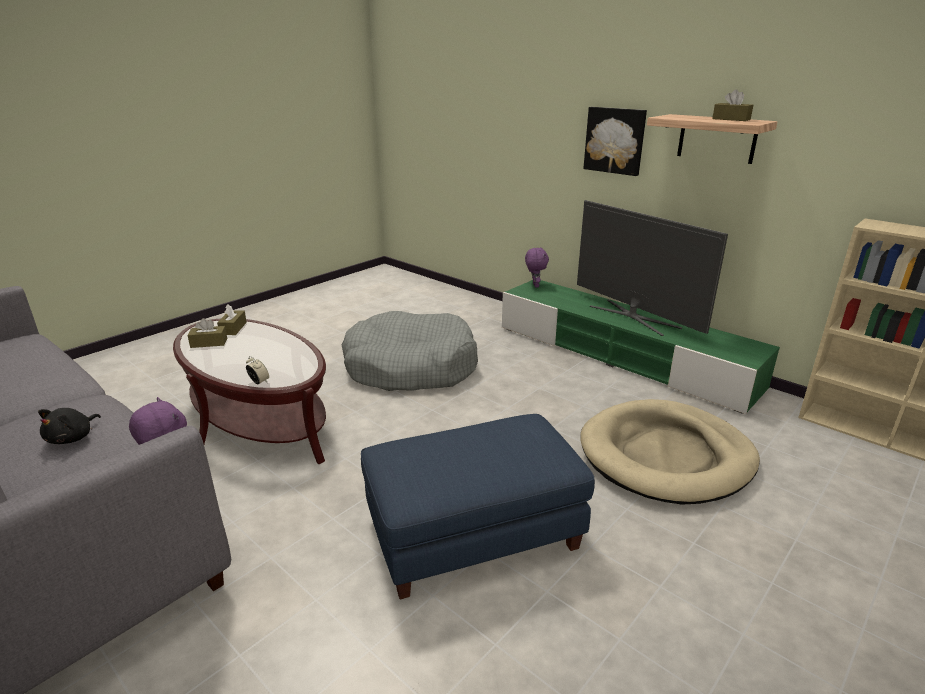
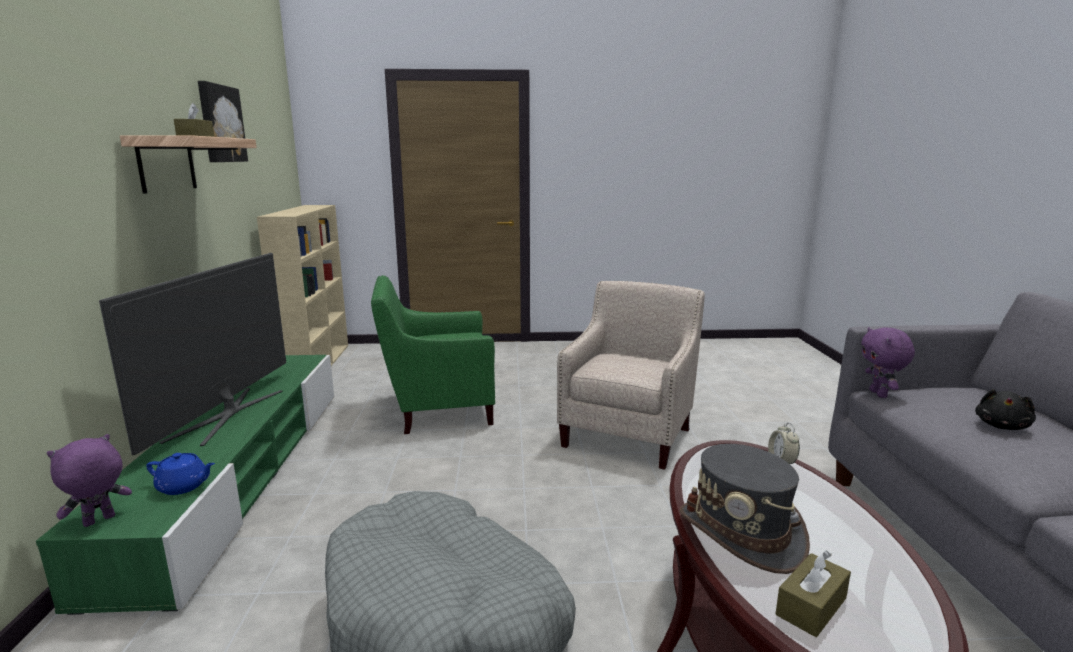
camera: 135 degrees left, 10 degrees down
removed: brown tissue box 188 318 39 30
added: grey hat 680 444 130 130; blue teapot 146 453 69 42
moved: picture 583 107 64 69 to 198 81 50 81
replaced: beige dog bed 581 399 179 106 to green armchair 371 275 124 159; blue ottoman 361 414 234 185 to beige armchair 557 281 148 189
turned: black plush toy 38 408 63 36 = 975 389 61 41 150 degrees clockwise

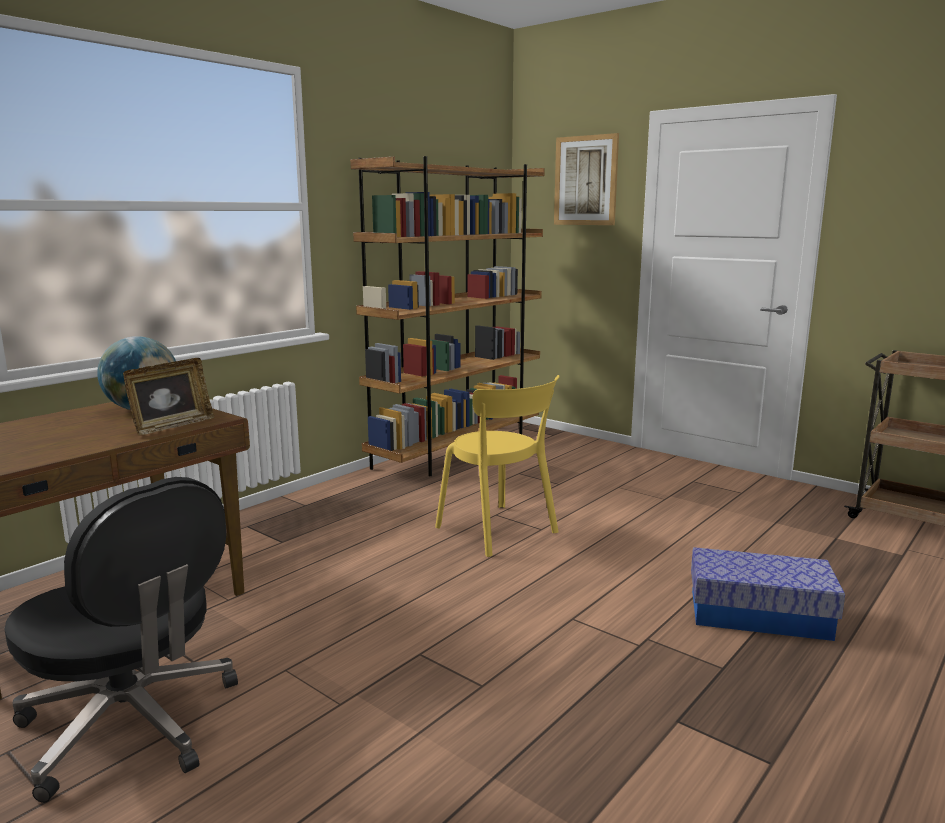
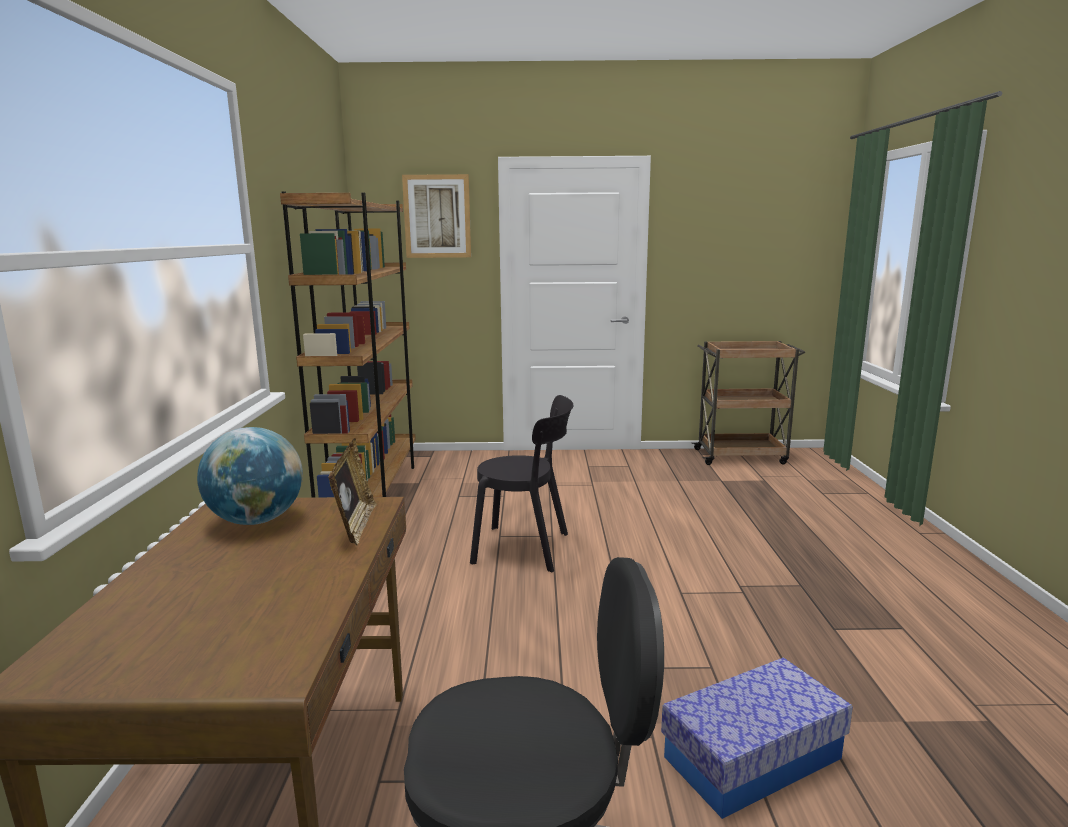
camera: 40 degrees left, 0 degrees up
moved: storage box 691 547 154 94 to 661 657 192 162
recoloured: yellow chair 435 375 125 182 to black chair 470 395 103 177

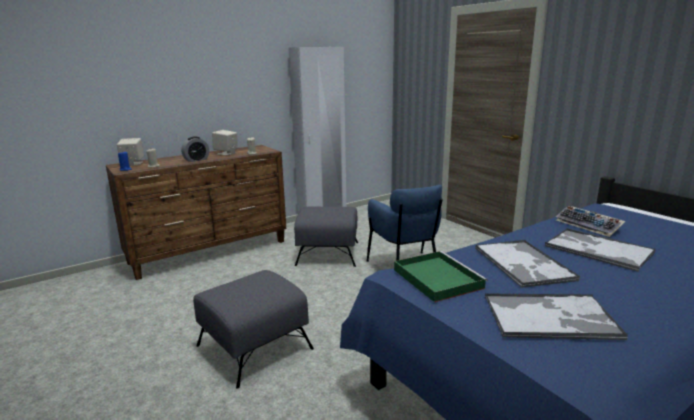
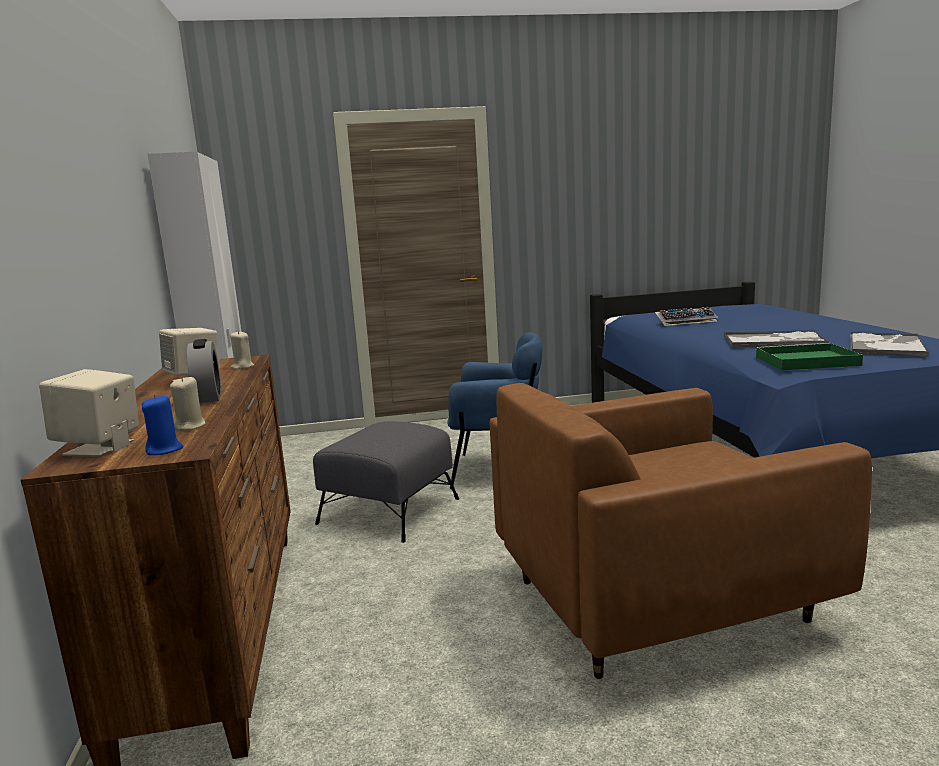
camera: 65 degrees left, 5 degrees down
removed: tray 545 228 111 44
replaced: grey ottoman 193 270 121 119 to brown armchair 490 383 382 296

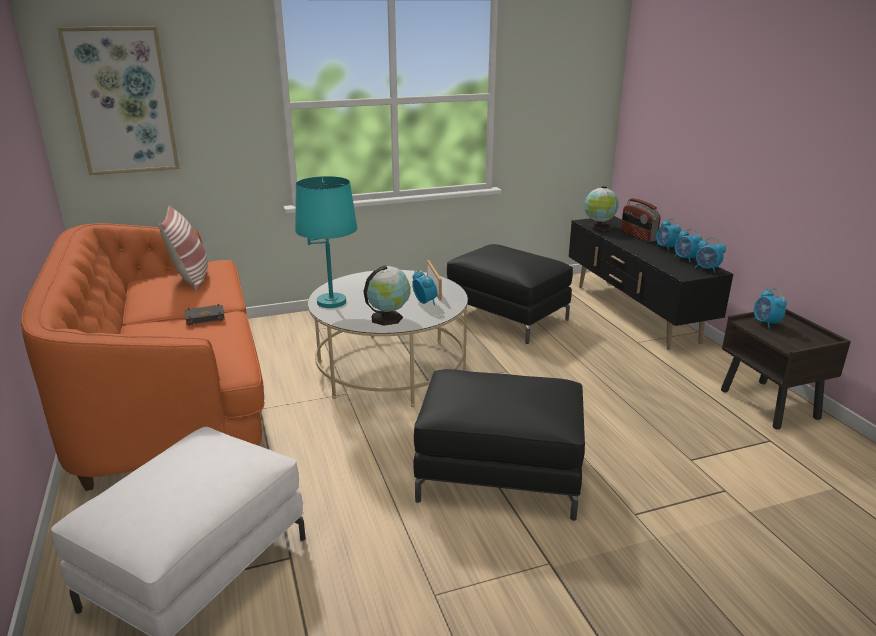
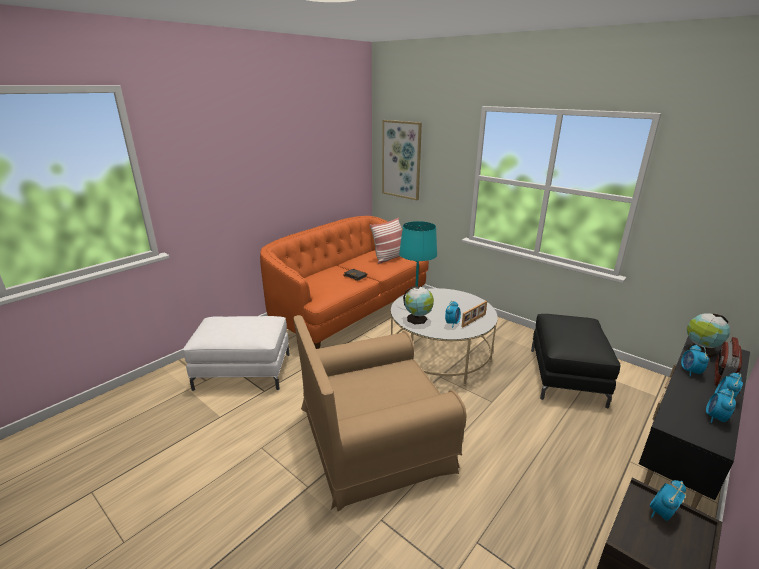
camera: 60 degrees right, 0 degrees up
moved: alarm clock 695 237 31 36 to 681 344 28 33
replaced: black ottoman 413 369 172 152 to brown armchair 293 315 173 196

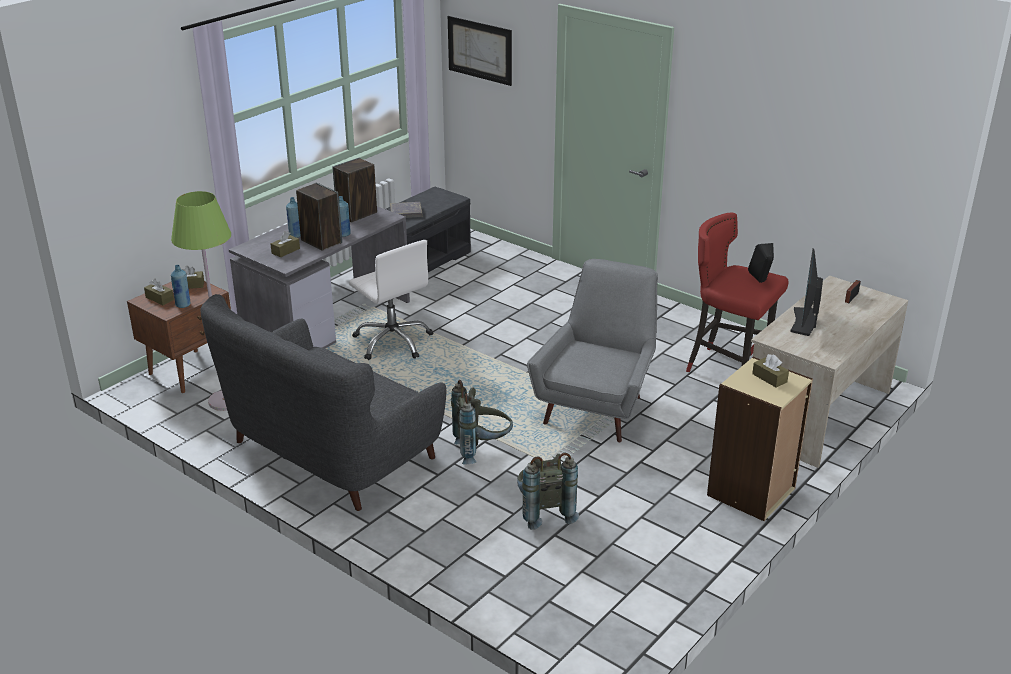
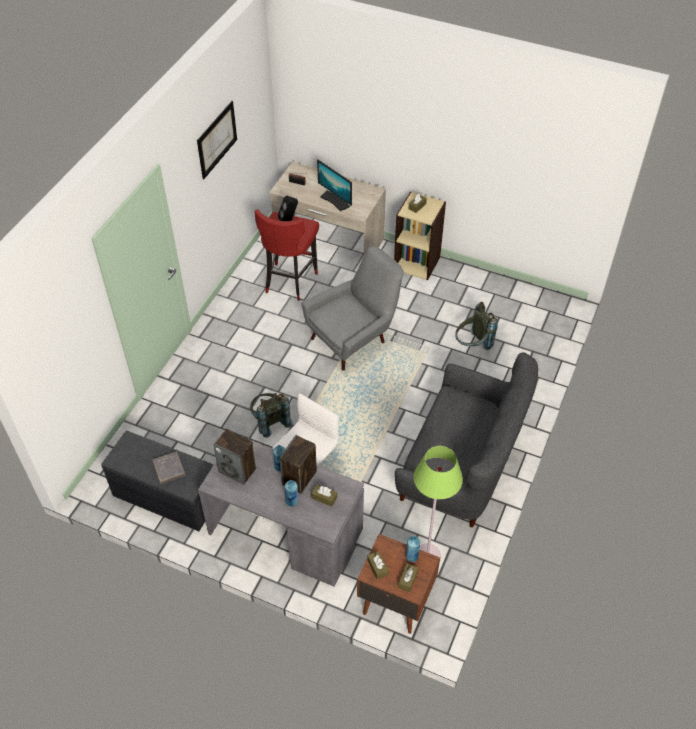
camera: 105 degrees left, 20 degrees up
moved: picture 448 16 64 70 to 197 101 40 79; grey backpack 451 380 62 84 to 250 393 43 45
turned: monitor 790 248 33 88 = 317 160 35 51 45 degrees clockwise; grey armchair 527 259 131 183 = 301 246 103 125 135 degrees clockwise

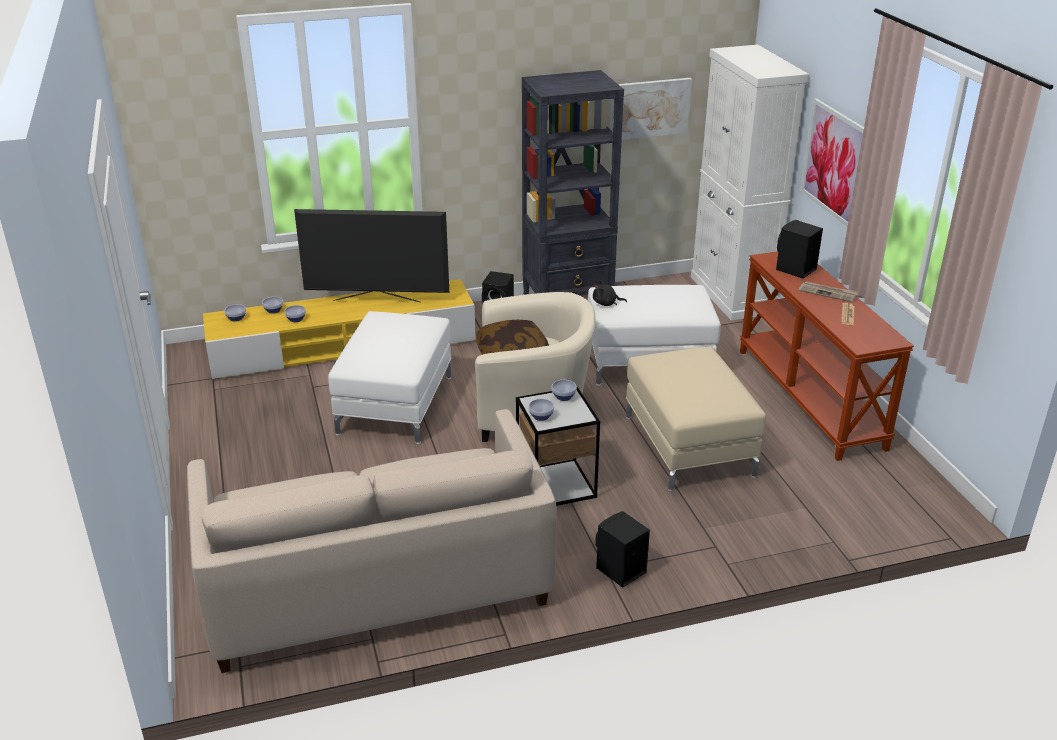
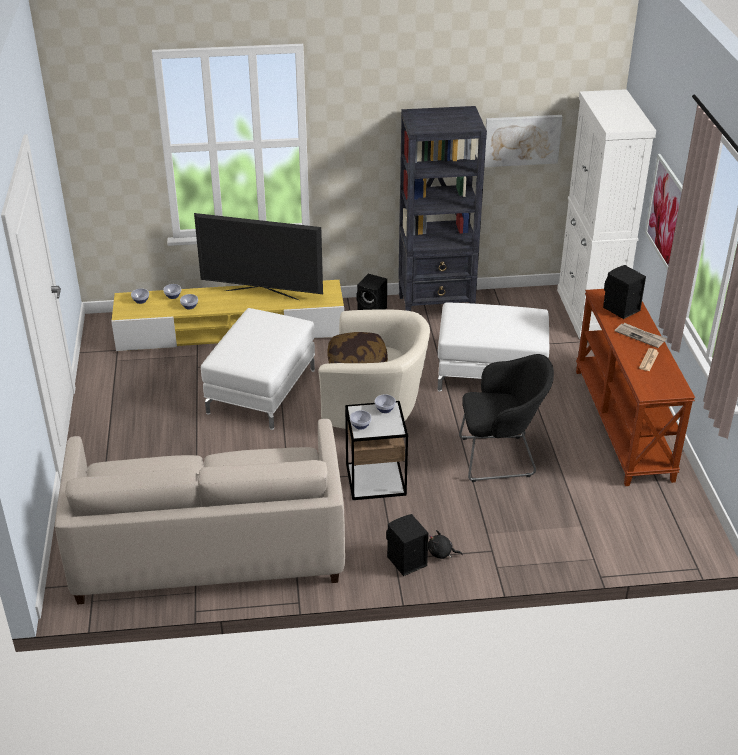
camera: 10 degrees right, 5 degrees up
moved: black plush toy 593 280 34 26 to 428 530 35 29
replaced: beige ottoman 626 347 140 144 to black armchair 459 354 95 128

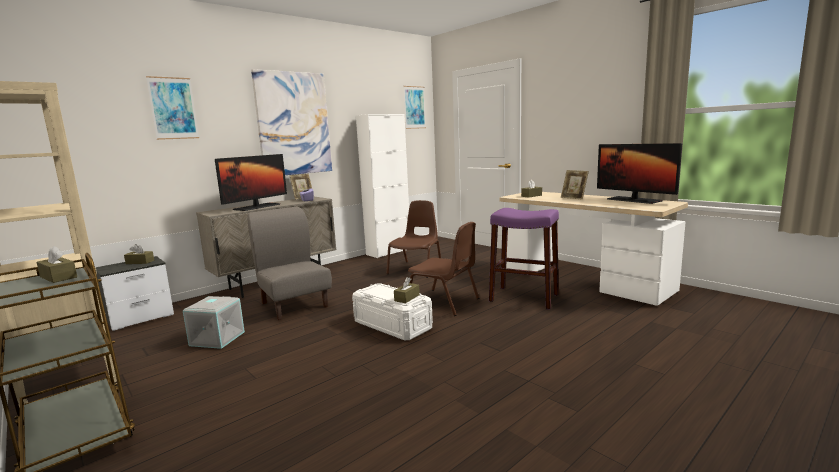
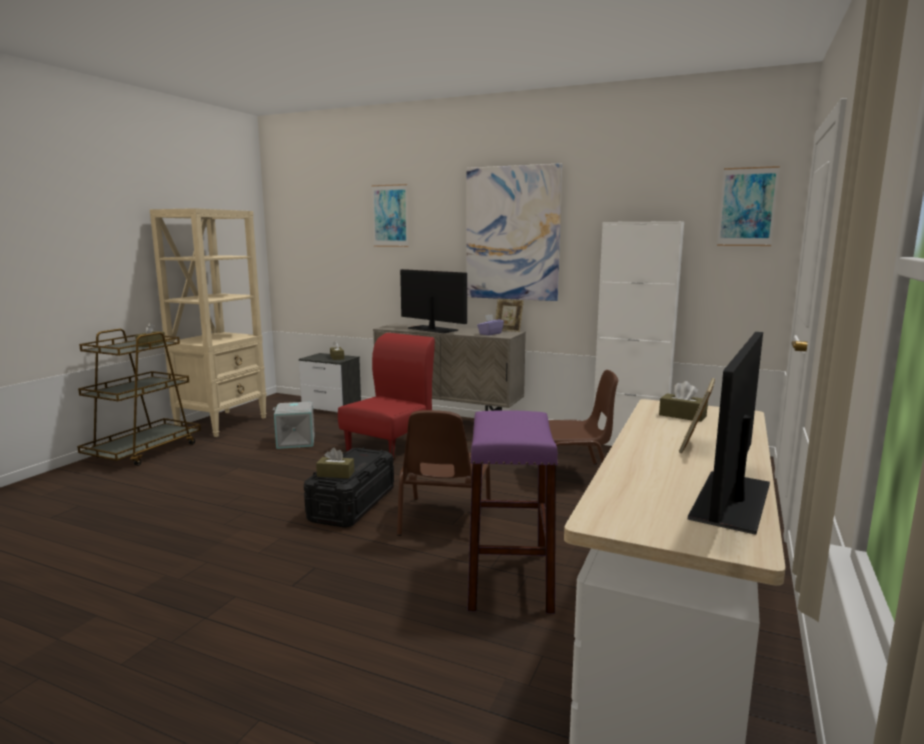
camera: 65 degrees right, 0 degrees up
recoloured: grey chair 248 207 84 113 to red chair 338 333 97 127; white storage box 352 283 81 58 to black storage box 304 448 90 80
turned: monitor 215 154 72 57 = 400 269 67 64 150 degrees counterclockwise

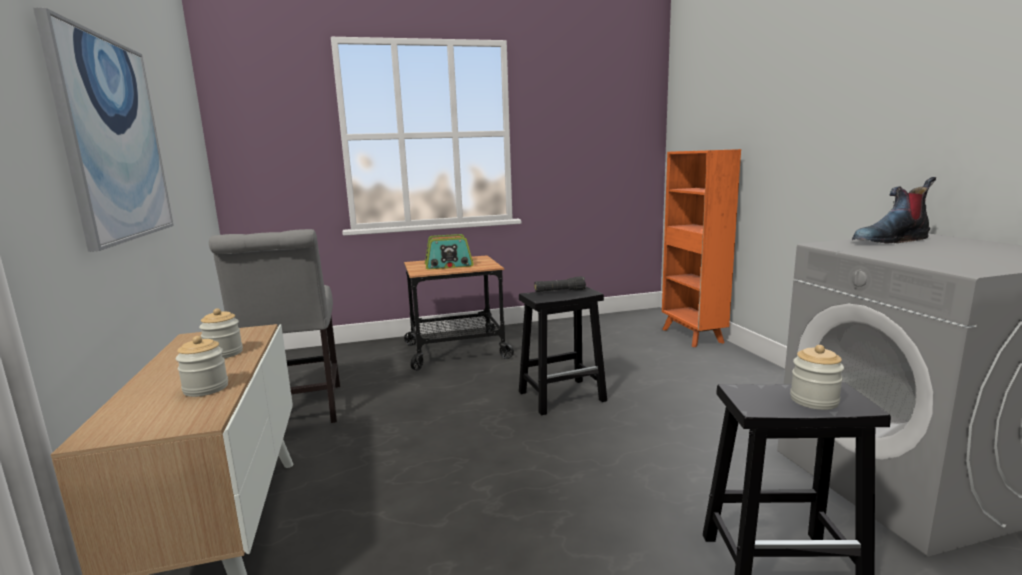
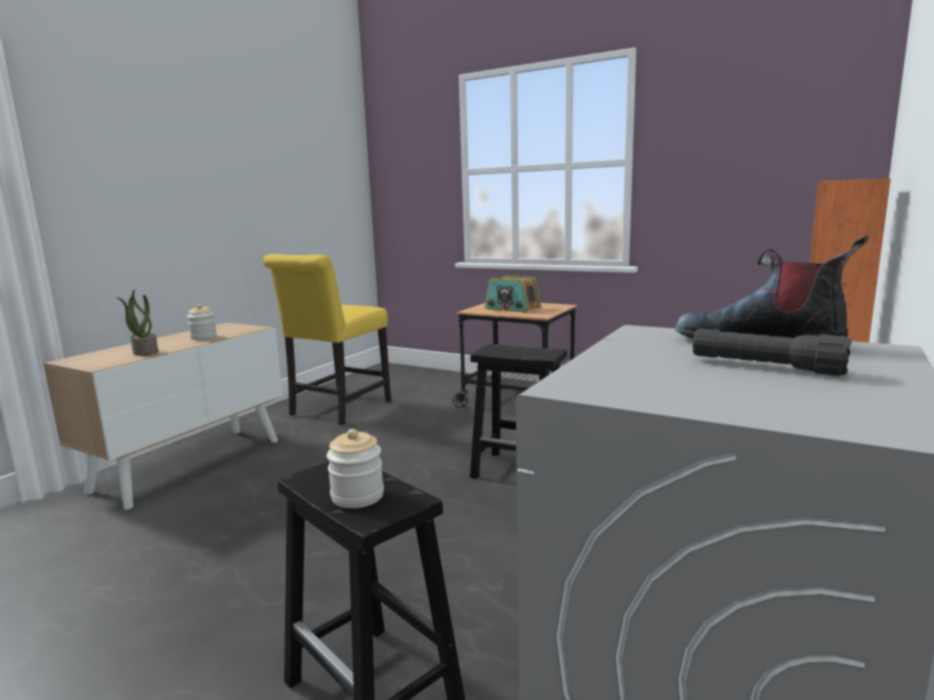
camera: 45 degrees right, 0 degrees up
removed: picture 33 7 141 245
moved: black flashlight 534 276 52 16 to 693 329 159 47
replaced: jar 176 336 52 61 to potted plant 117 290 41 66
recoloured: grey chair 209 229 131 194 to yellow chair 263 254 128 171

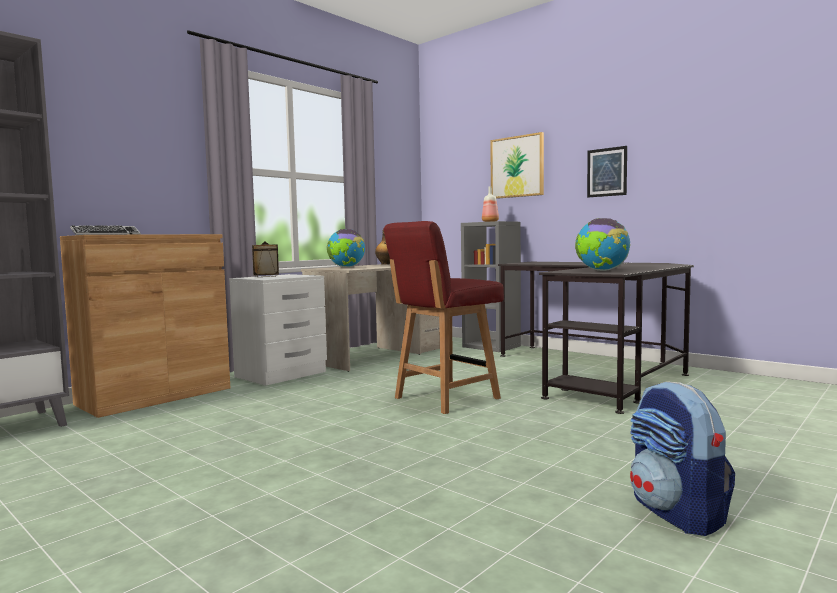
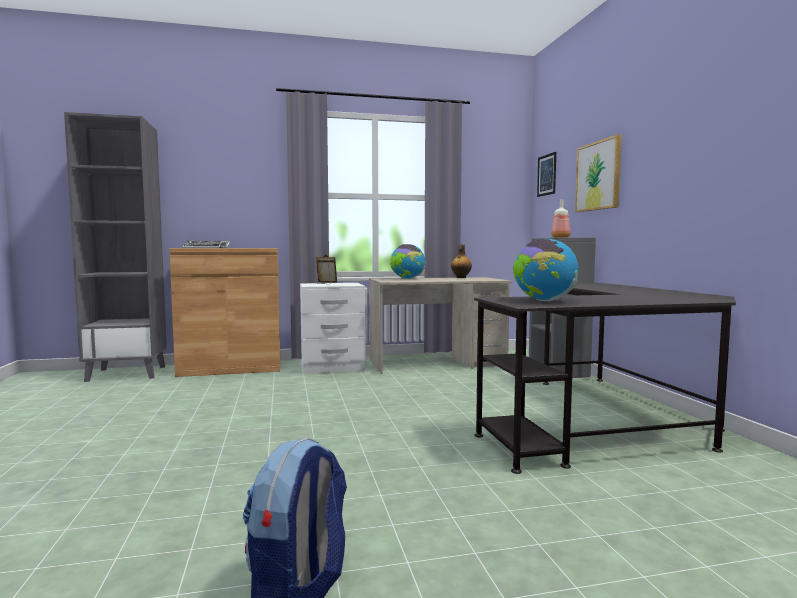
camera: 35 degrees right, 0 degrees up
removed: red chair 384 221 120 193
moved: picture 587 146 40 52 to 537 152 19 45

